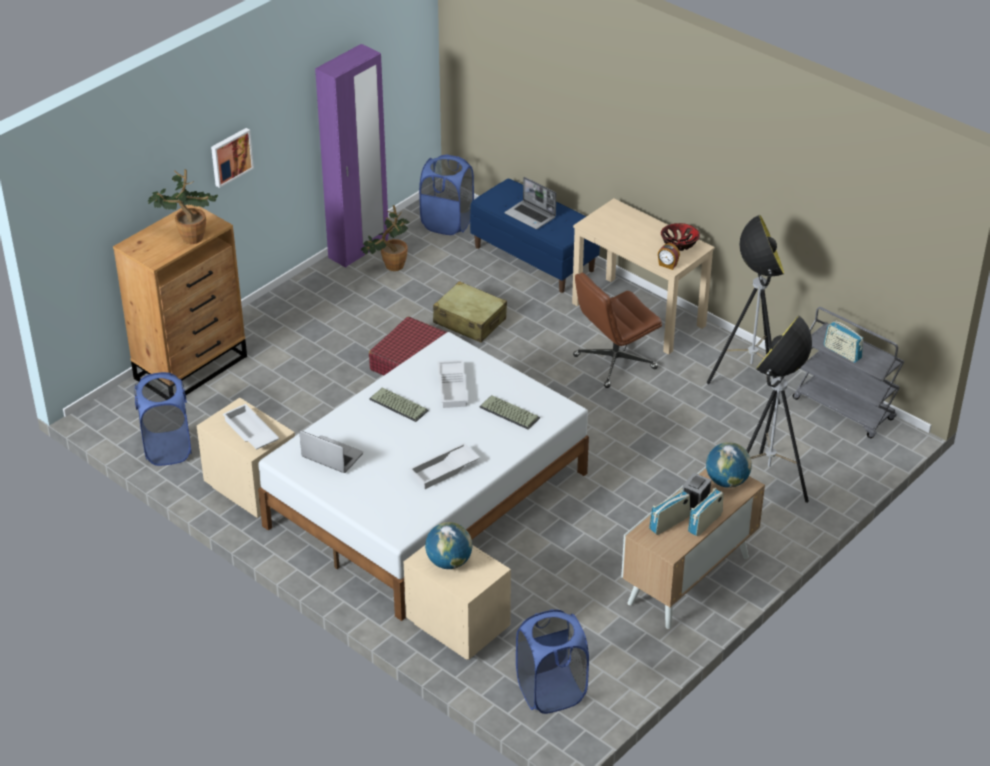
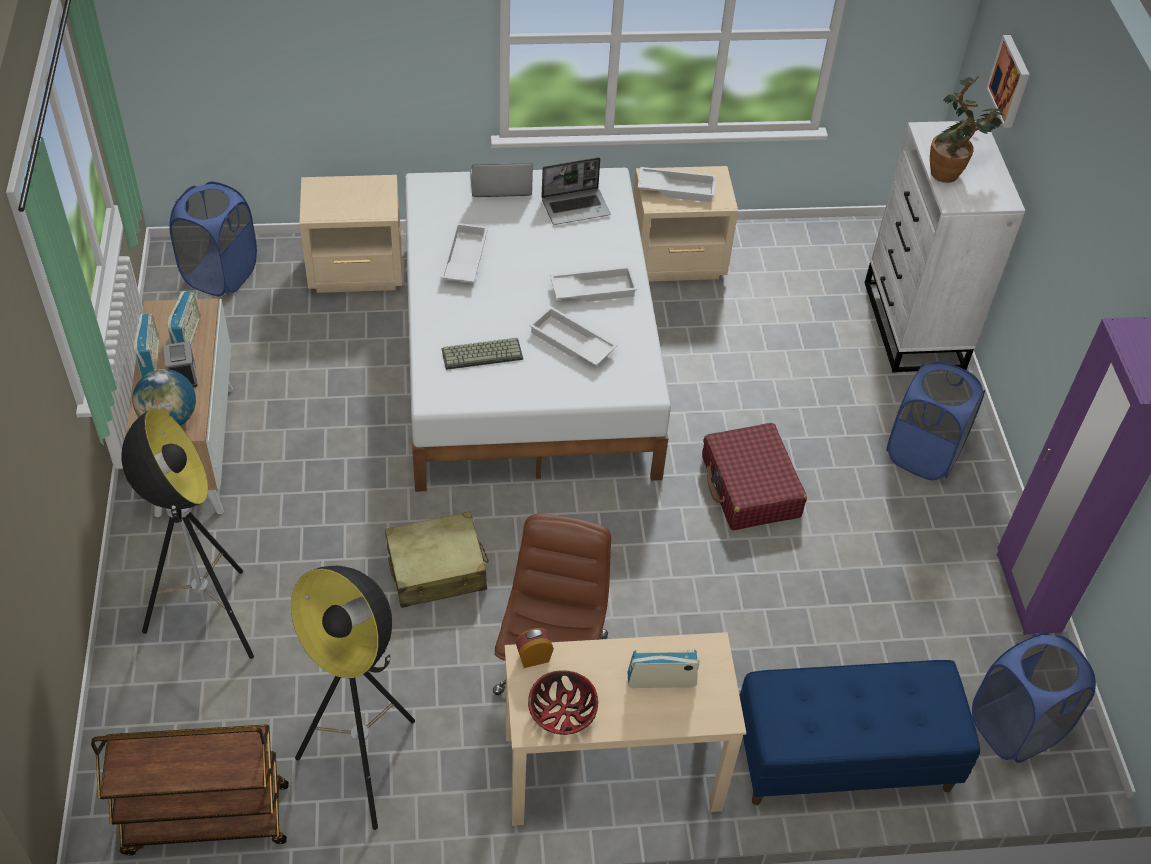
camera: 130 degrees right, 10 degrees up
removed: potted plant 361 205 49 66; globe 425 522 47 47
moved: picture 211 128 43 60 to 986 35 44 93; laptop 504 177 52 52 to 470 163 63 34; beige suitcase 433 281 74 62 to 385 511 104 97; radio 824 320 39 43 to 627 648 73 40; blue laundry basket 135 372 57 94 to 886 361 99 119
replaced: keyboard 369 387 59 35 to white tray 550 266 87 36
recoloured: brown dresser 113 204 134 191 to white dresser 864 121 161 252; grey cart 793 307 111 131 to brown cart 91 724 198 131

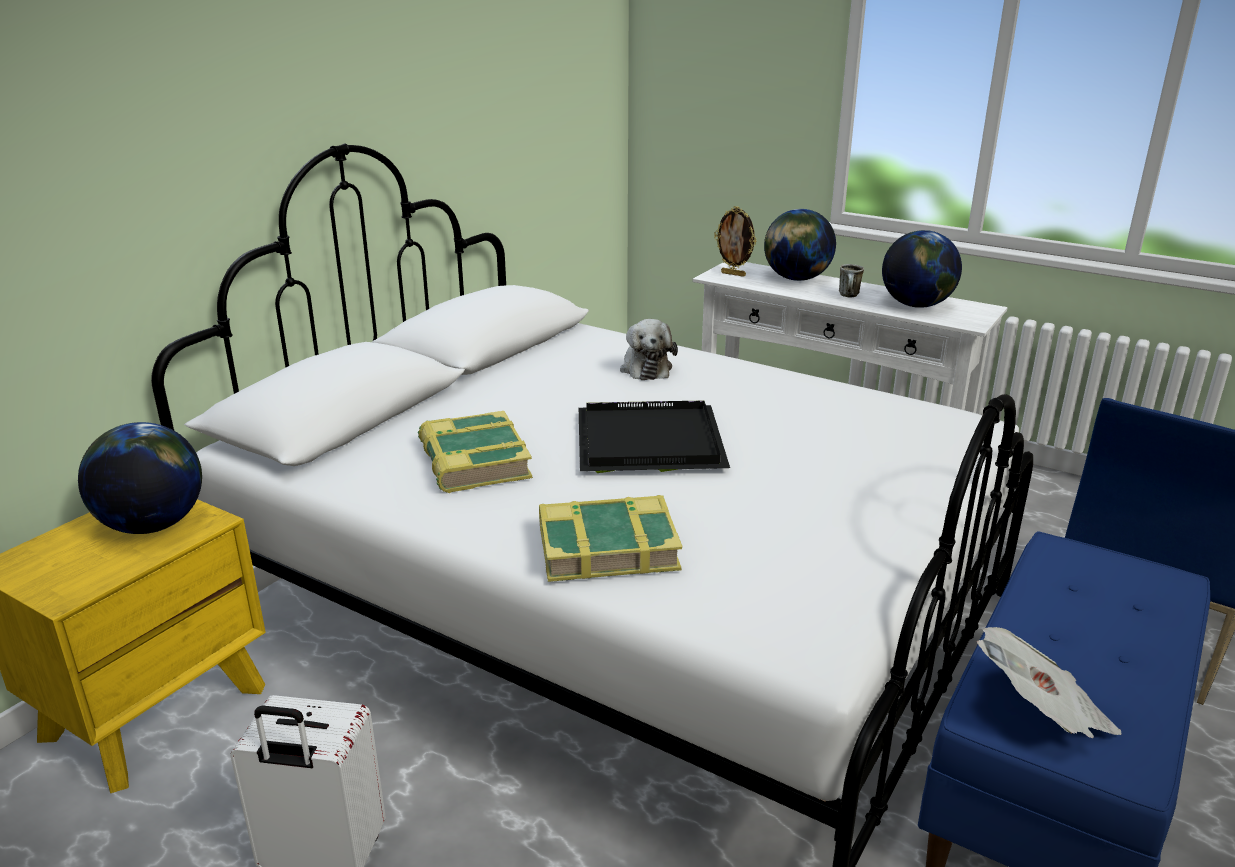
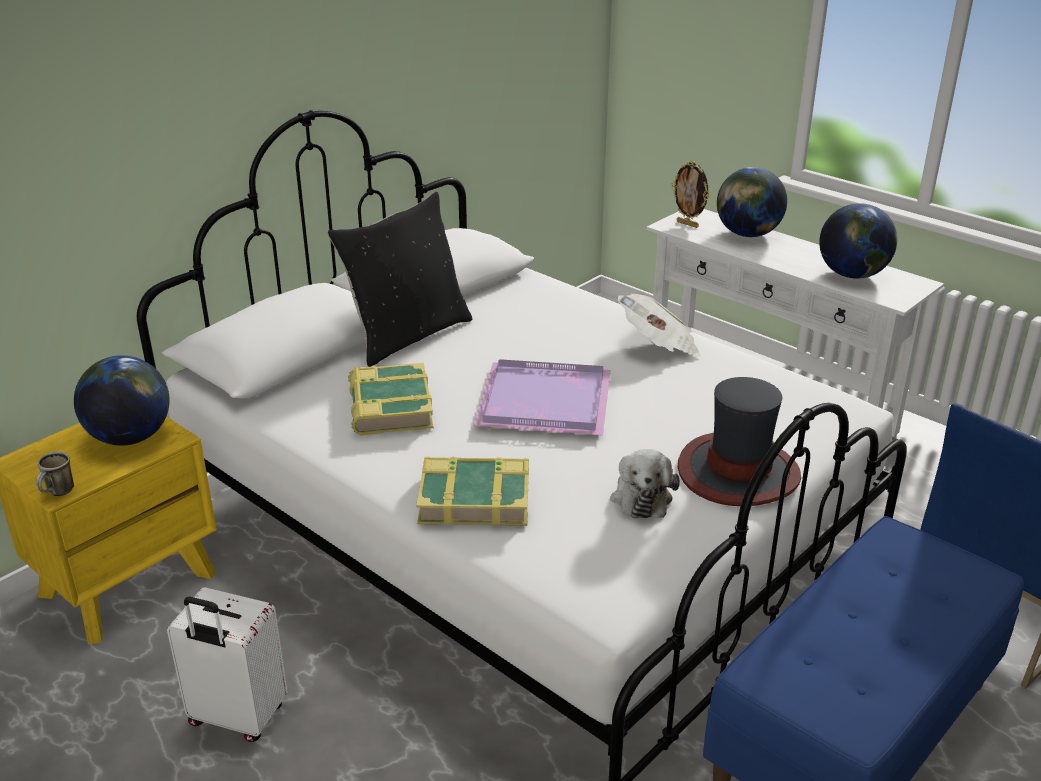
camera: 10 degrees right, 5 degrees up
added: black pillow 327 192 145 175; hat 678 377 123 129
moved: mug 839 264 25 33 to 36 452 38 44; plush toy 620 319 58 61 to 610 449 70 69; newspaper 977 627 144 112 to 618 294 83 62
recoloured: black tray 579 400 151 73 to purple tray 474 359 137 77

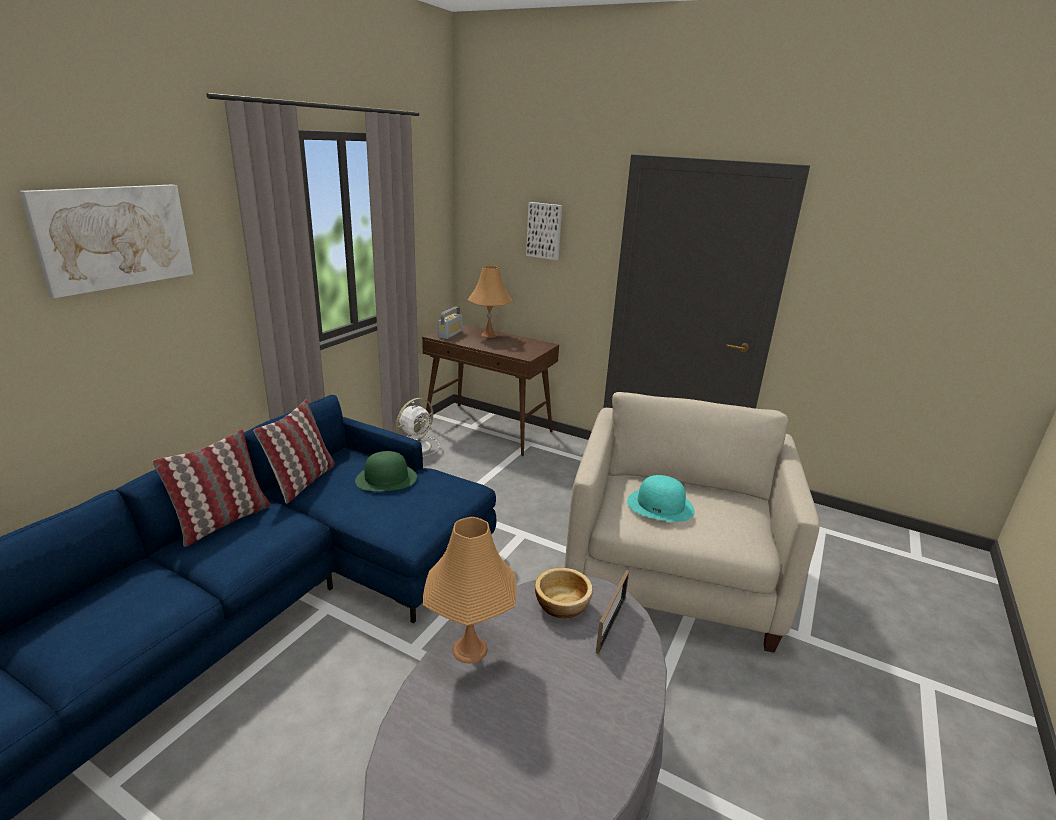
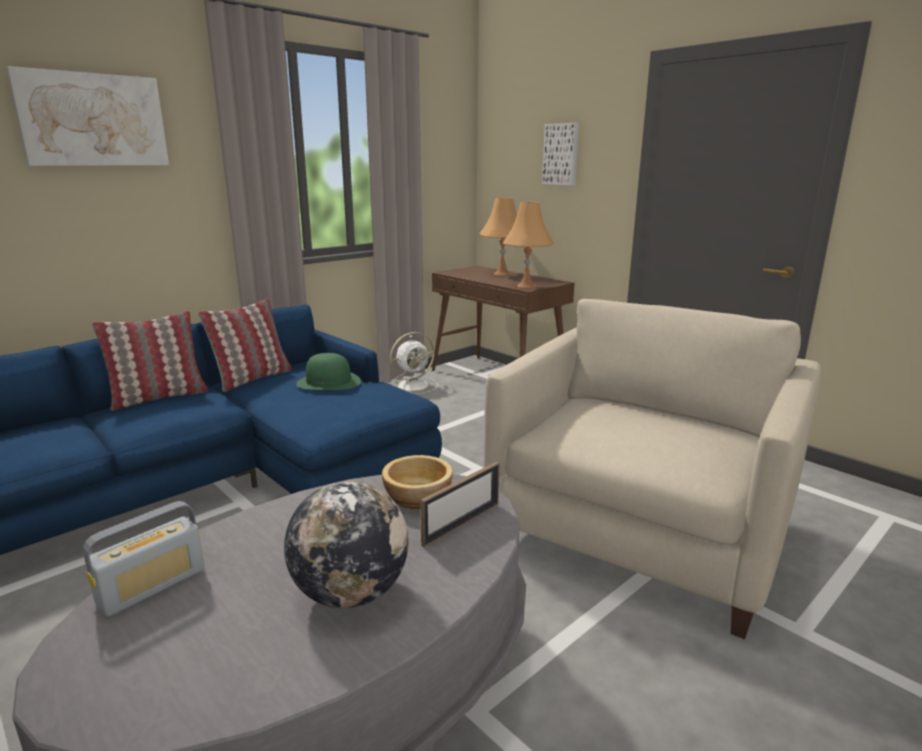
camera: 20 degrees right, 5 degrees down
removed: turquoise hat 627 475 68 47
added: globe 284 481 124 127
moved: radio 438 307 24 32 to 83 501 122 115; orange table lamp 423 517 94 147 to 502 202 52 86

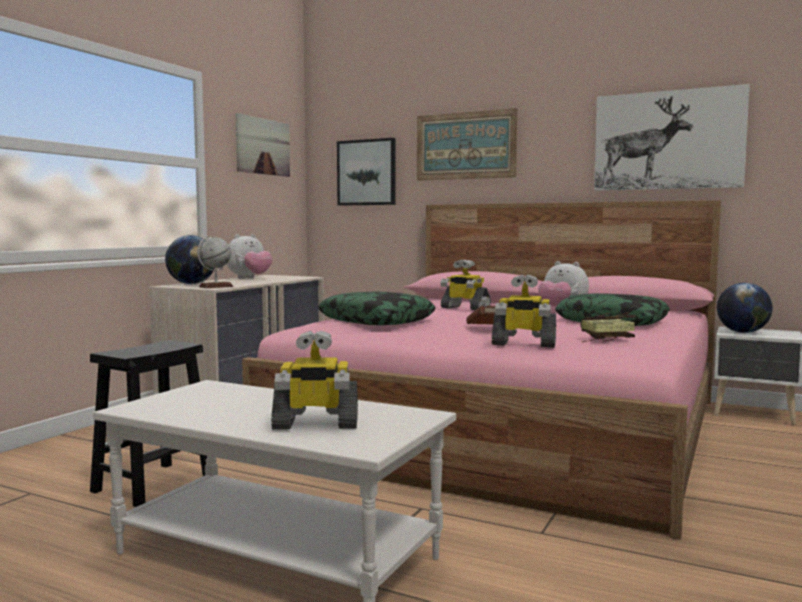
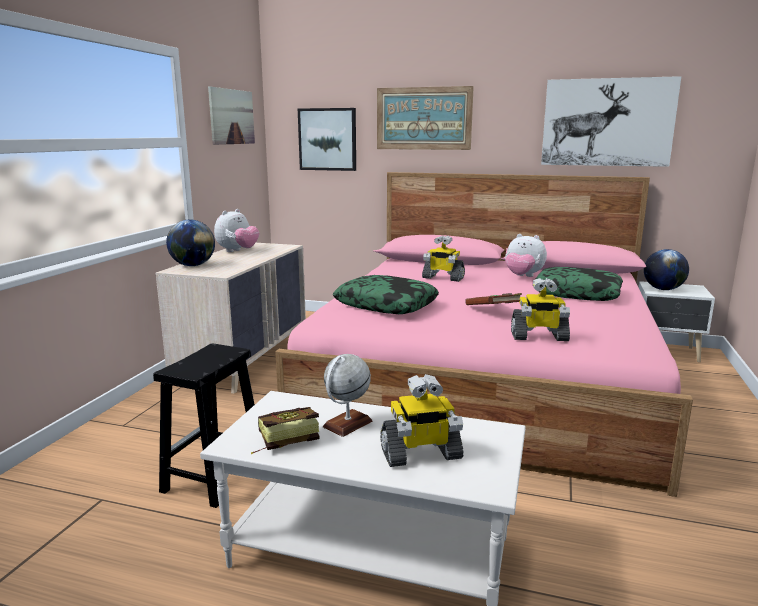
camera: 10 degrees left, 10 degrees up
moved: globe 197 236 36 52 to 323 354 49 83; book 580 312 56 31 to 251 407 69 47

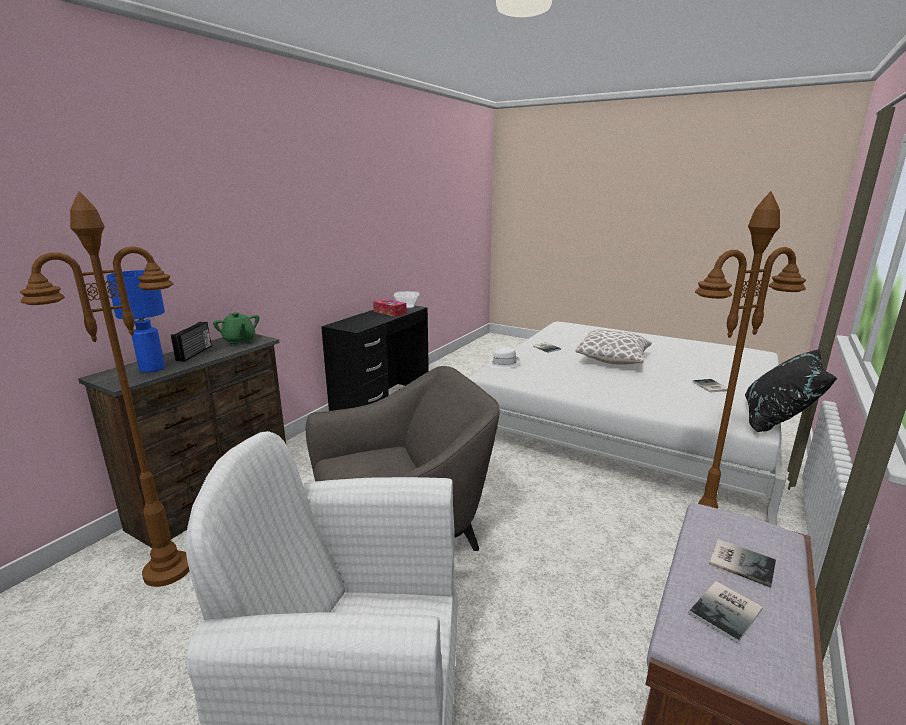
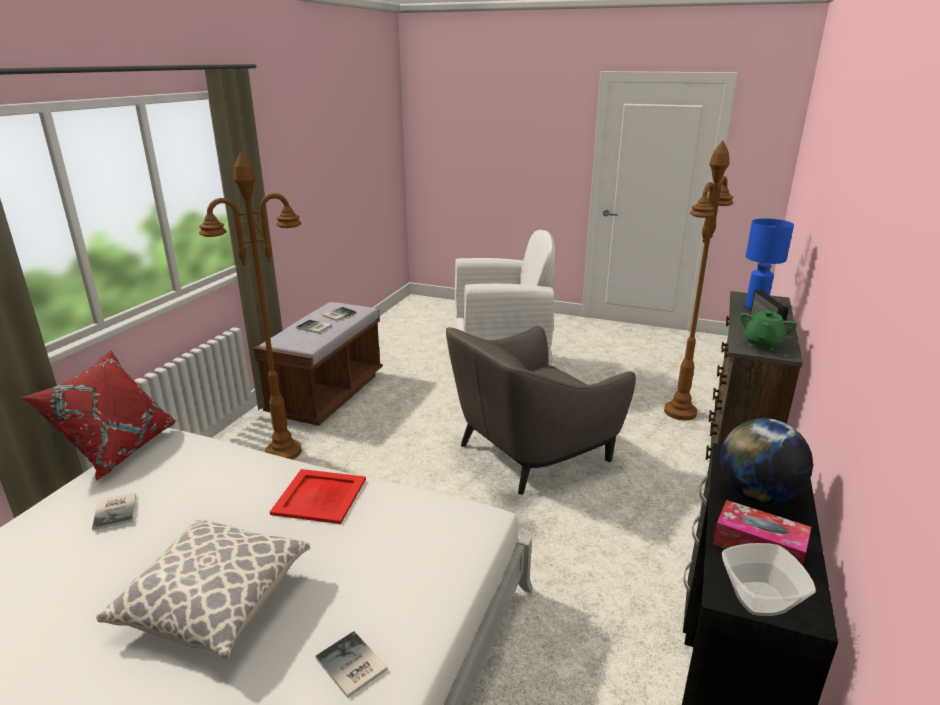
camera: 170 degrees right, 5 degrees up
removed: white hat 489 347 30 22
added: globe 720 418 93 86; red tray 270 469 96 55
recoloured: black pillow 745 349 92 83 to red pillow 21 350 155 131
turned: green teapot 213 312 46 33 = 740 309 57 41 75 degrees clockwise

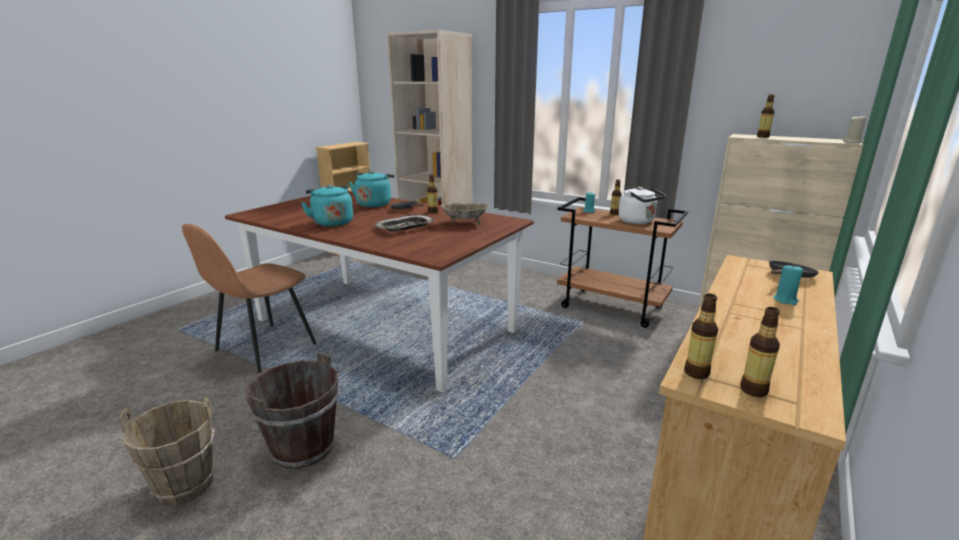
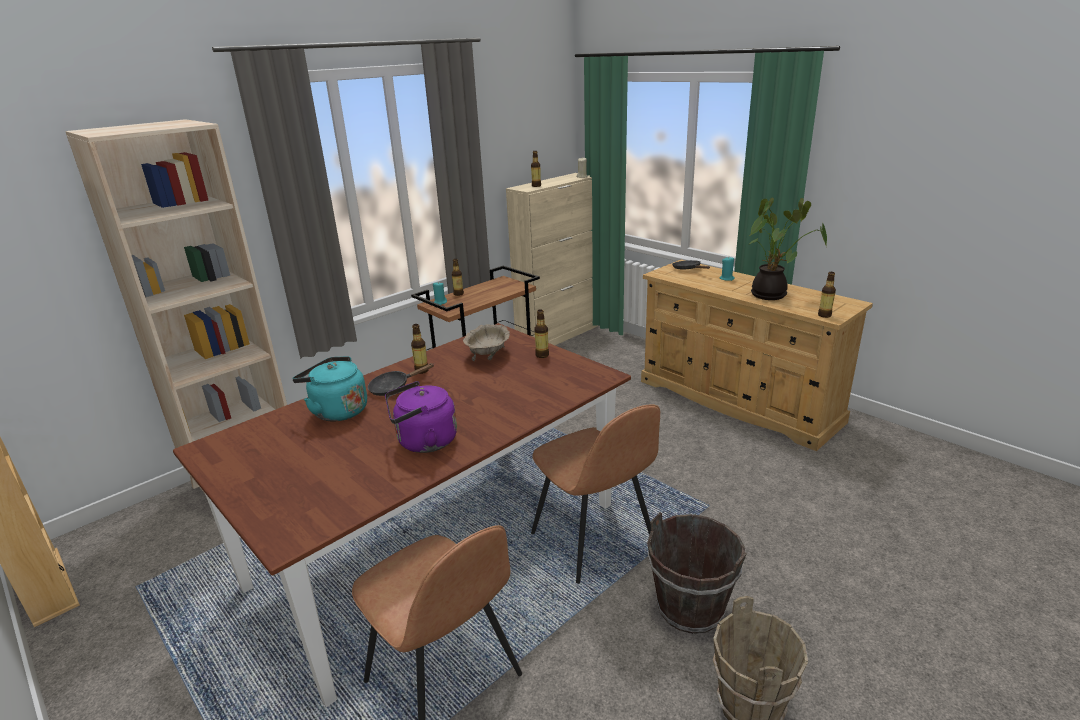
camera: 75 degrees left, 5 degrees up
removed: white kettle 618 187 48 37; tray 374 215 61 17
added: potted plant 748 198 79 102; brown chair 531 404 129 180
moved: bottle 740 307 40 90 to 534 309 15 49
recoloured: turquoise kettle 301 185 52 42 to purple kettle 385 381 72 72

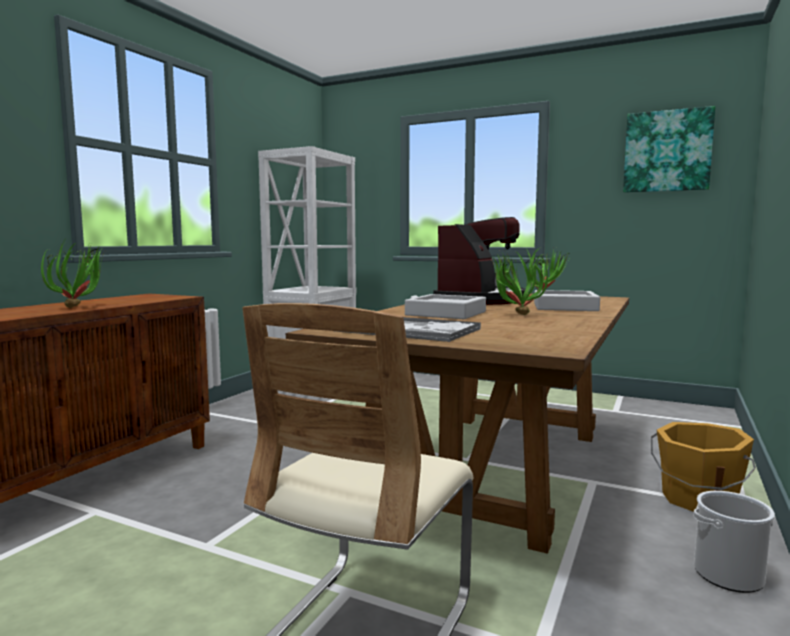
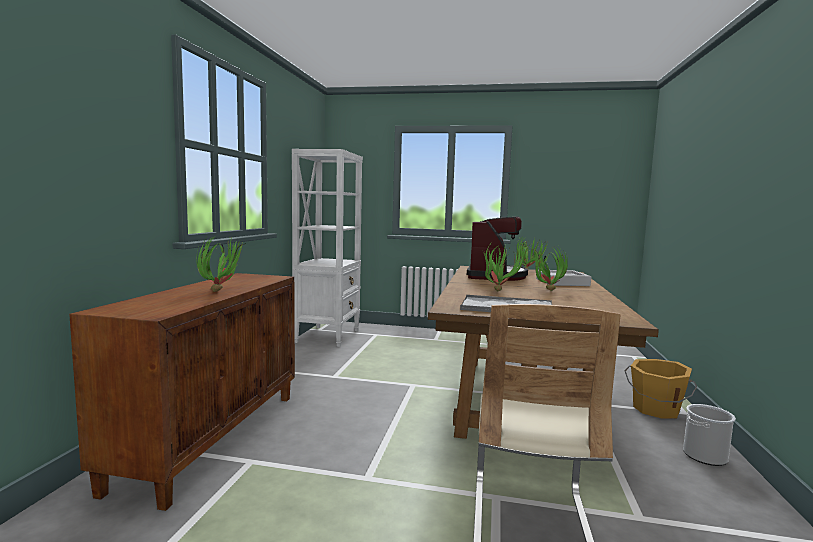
camera: 15 degrees left, 0 degrees up
removed: picture 623 106 92 87
replaced: grey tray 405 294 81 25 to potted plant 484 245 41 47

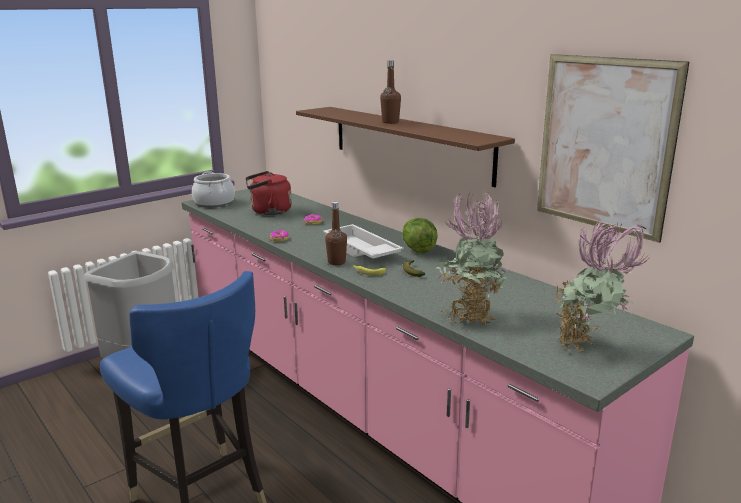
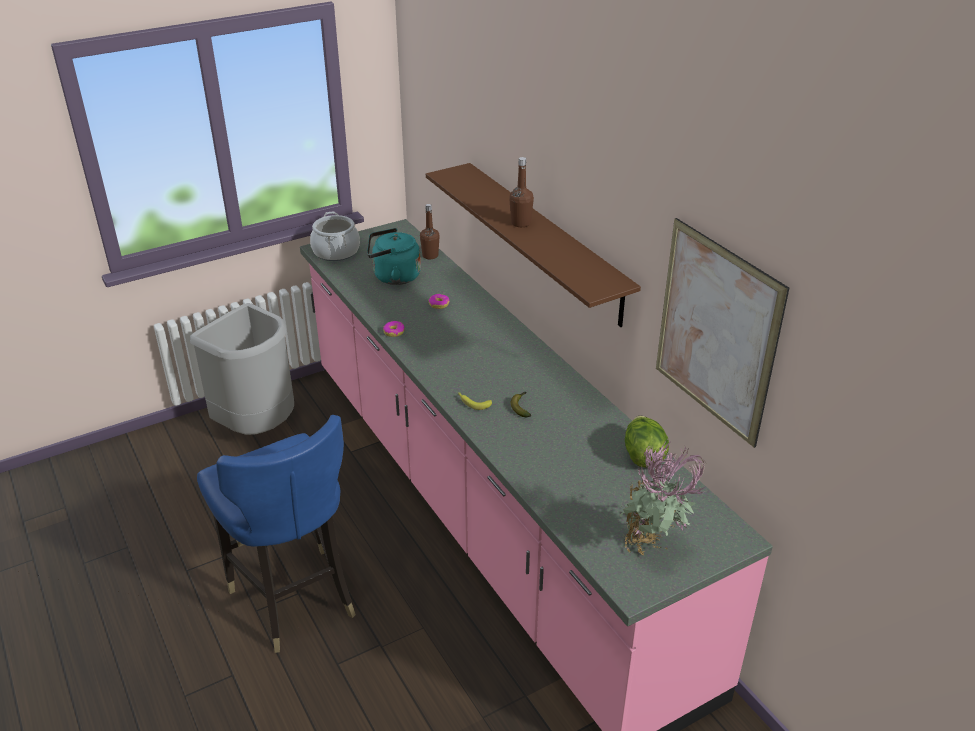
camera: 10 degrees right, 15 degrees up
removed: potted plant 436 193 73 132; white tray 323 224 81 35
moved: brown bottle 325 202 22 63 to 420 204 19 55; lettuce 402 218 36 35 to 625 415 44 53
recoloured: red kettle 246 171 46 44 to turquoise kettle 367 228 54 57

